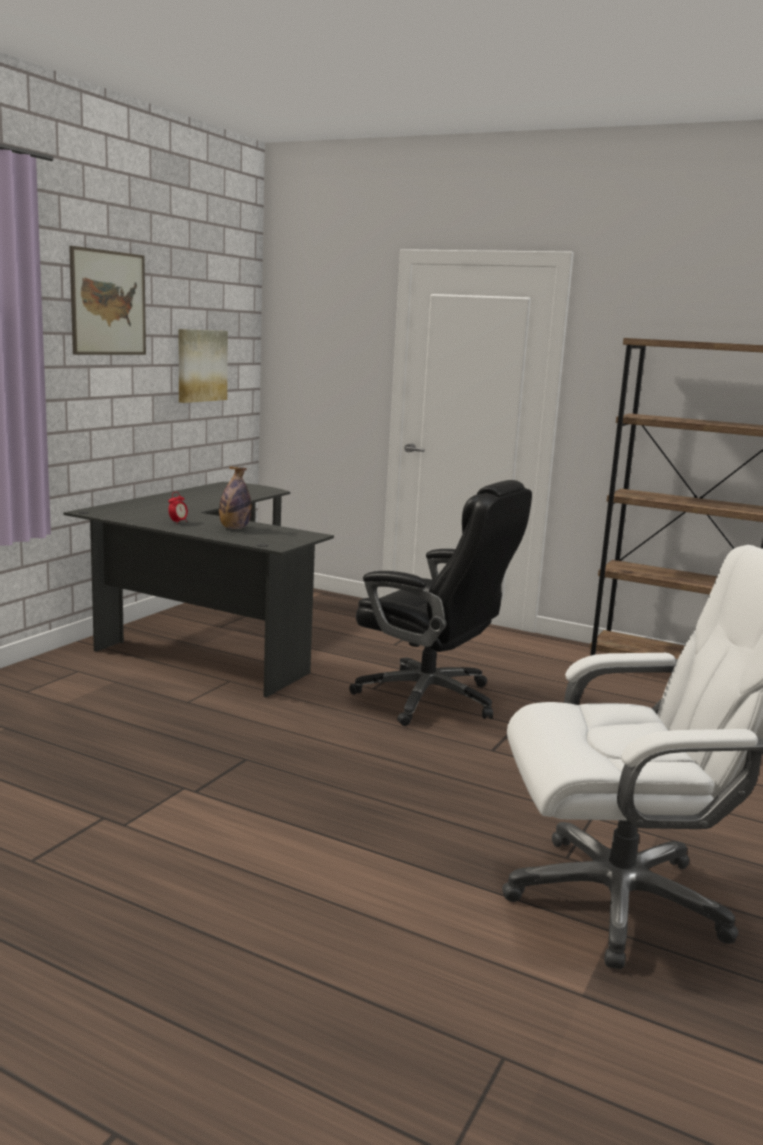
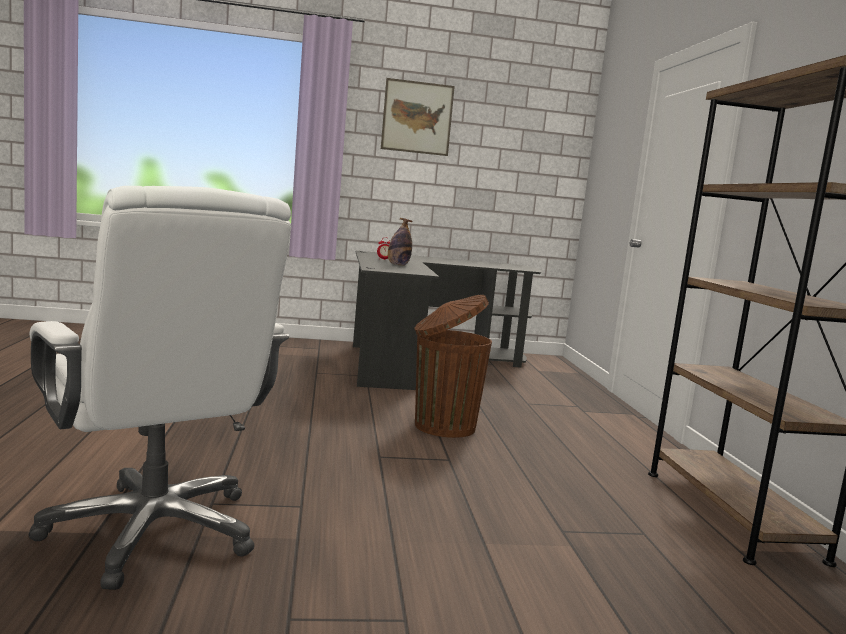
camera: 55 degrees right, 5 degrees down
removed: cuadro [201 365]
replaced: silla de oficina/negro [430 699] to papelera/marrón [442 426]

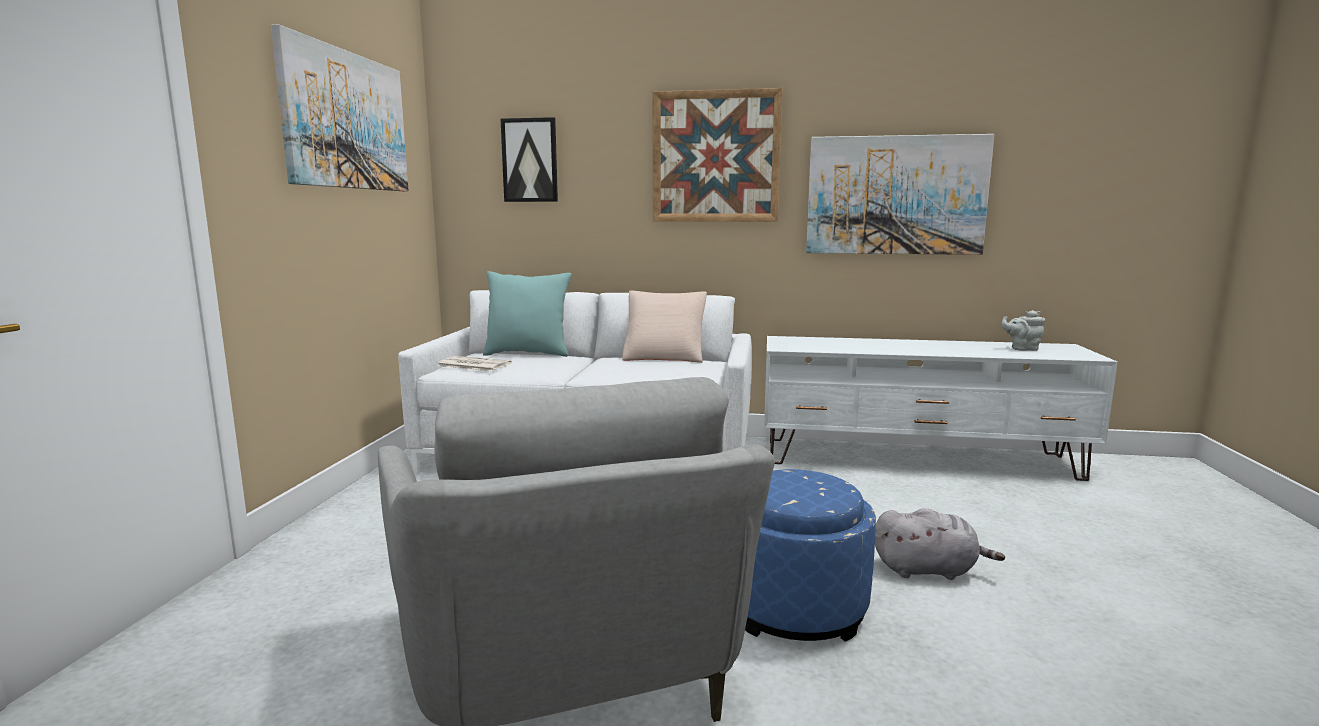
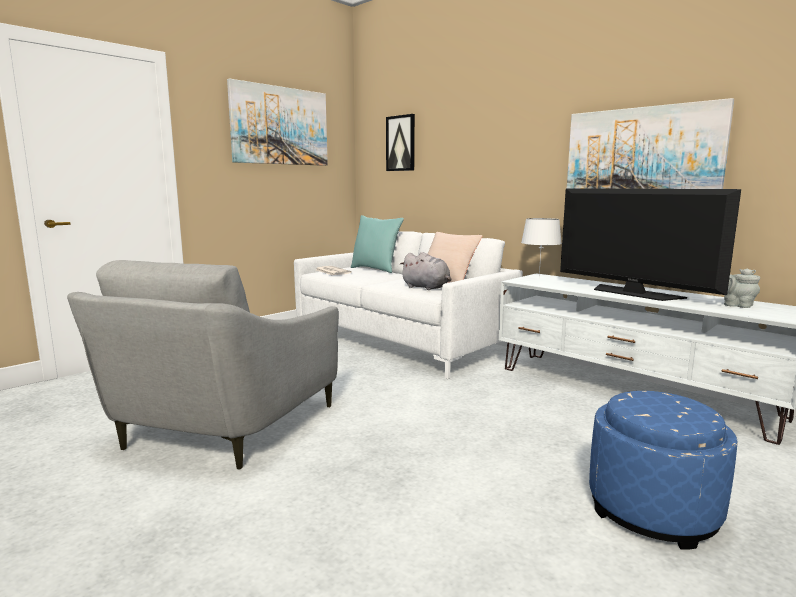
camera: 35 degrees right, 0 degrees up
removed: cuadro [715 157]
added: lámpara de mesa/blanco [539 278]; televisor [633 293]
moved: puf/azul [794 607] to [652 510]; peluche/gris [928 570] to [427 288]

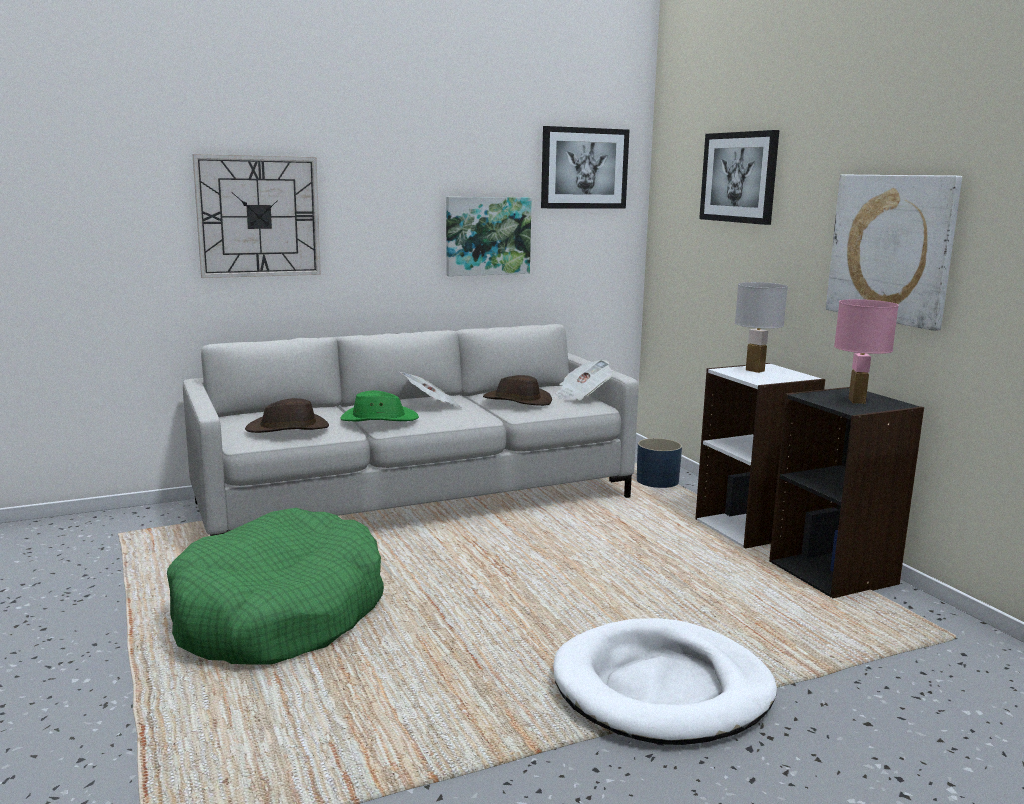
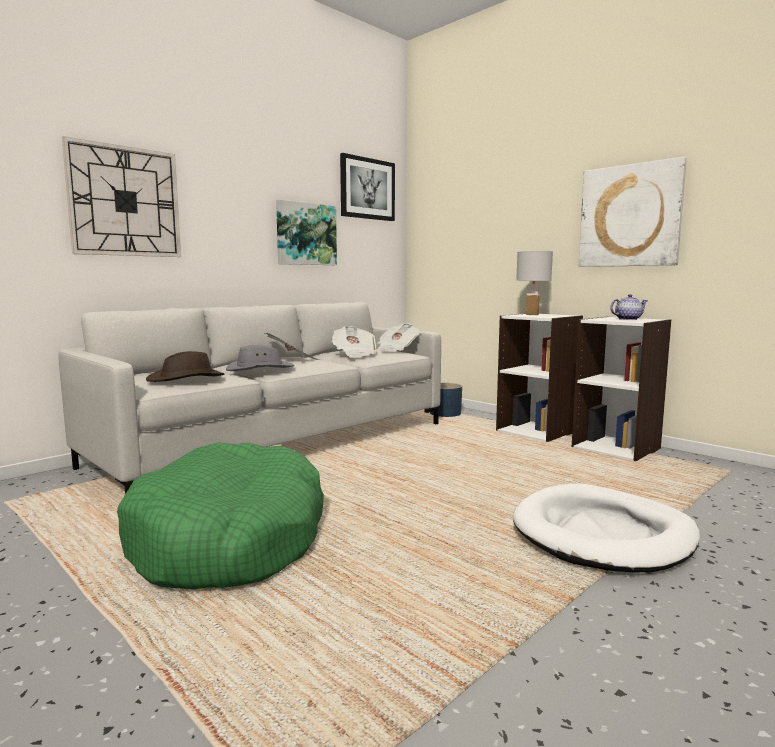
camera: 20 degrees left, 5 degrees down
removed: cuadro [739 177]
replaced: sombrero/marrón [517 401] to periódico [354 354]; lámpara de mesa/rosa [856 401] to tetera [627 319]
recoloured: sombrero/verde [379 419] to sombrero/gris [260 369]; estantería/negro [834 573] to estantería/blanco [616 448]

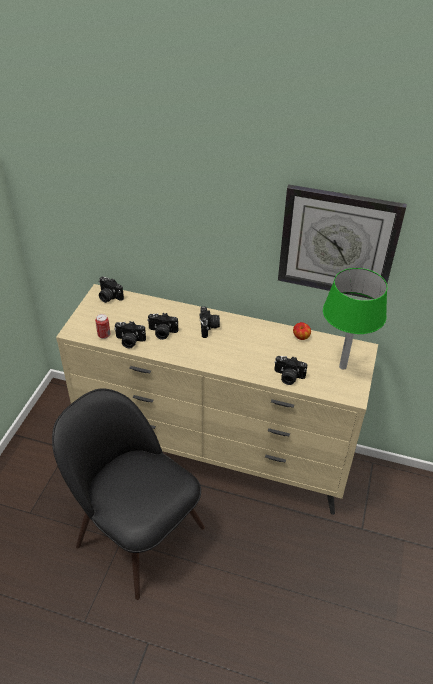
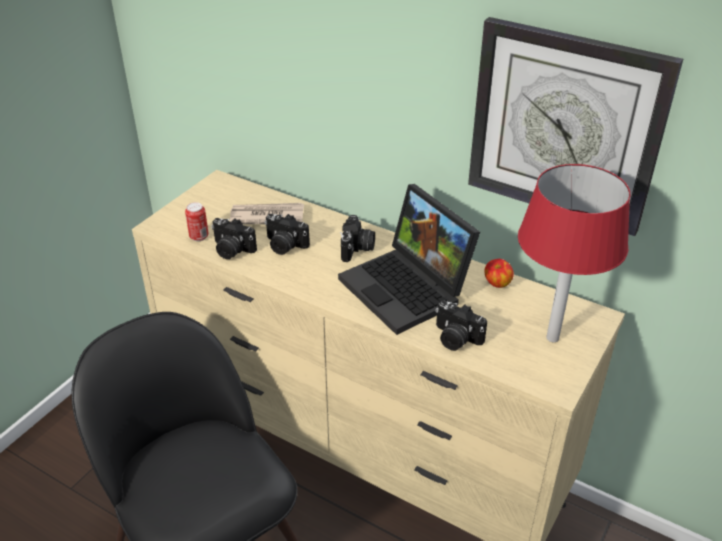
camera: 15 degrees right, 5 degrees down
removed: cámara [109 297]
added: periódico [266 216]; portátil [408 289]
recoloured: lámpara de mesa/verde [342 367] to lámpara de mesa/rojo [552 338]

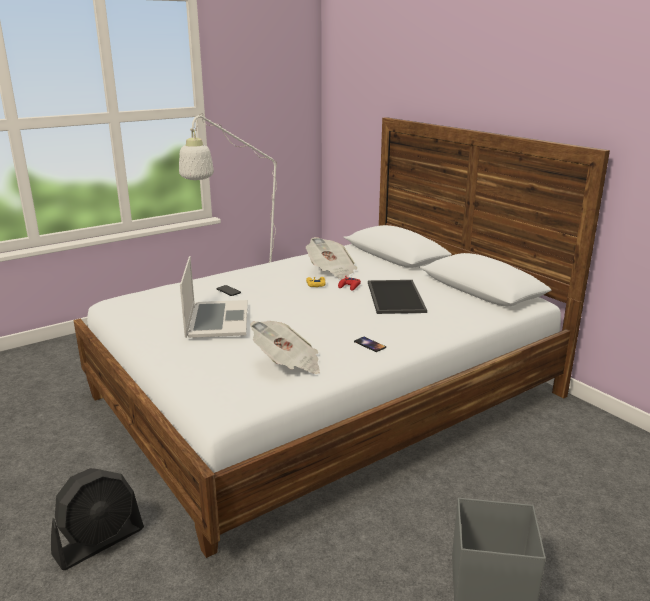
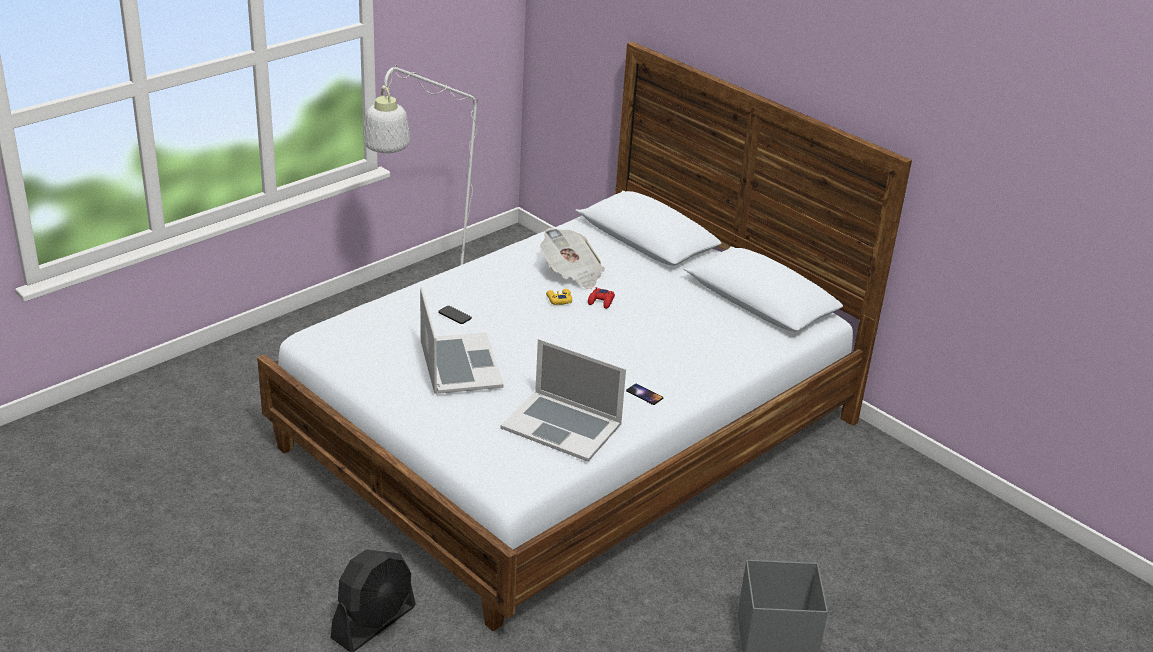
camera: 10 degrees left, 10 degrees up
removed: bandeja [394 296]
replaced: periódico [288 364] to portátil [562 425]

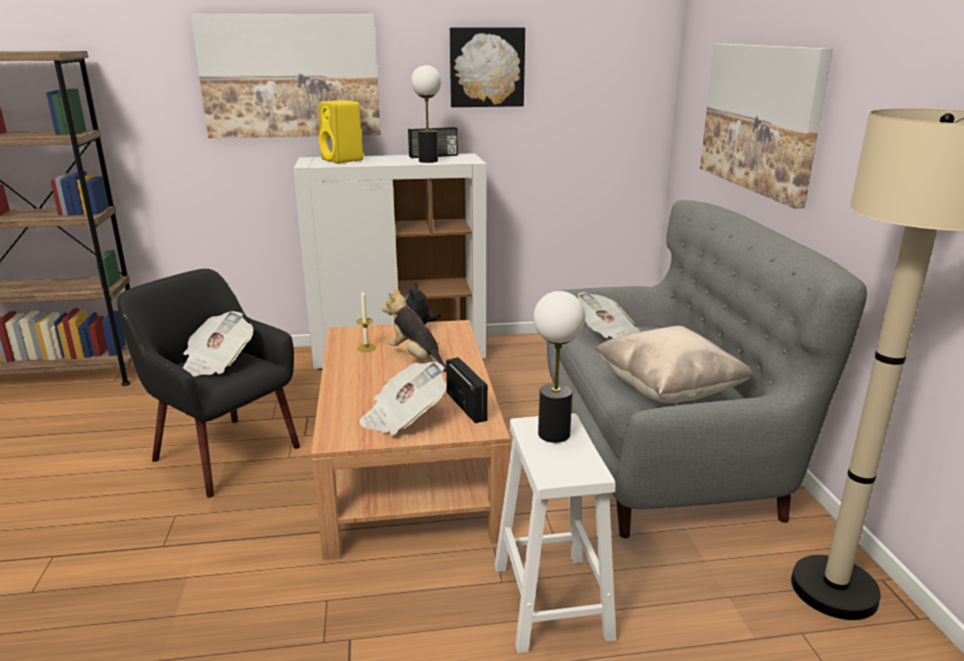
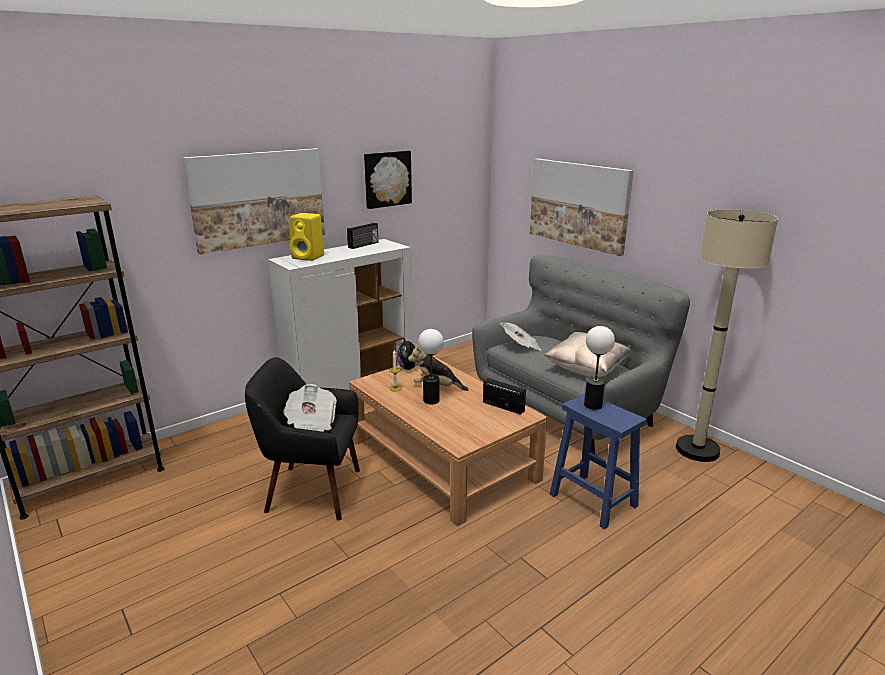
camera: 30 degrees left, 0 degrees up
removed: periódico [403 418]
moved: lámpara de mesa [428 161] to [431 400]
recoloured: taburete/blanco [552 602] to taburete/azul [594 501]

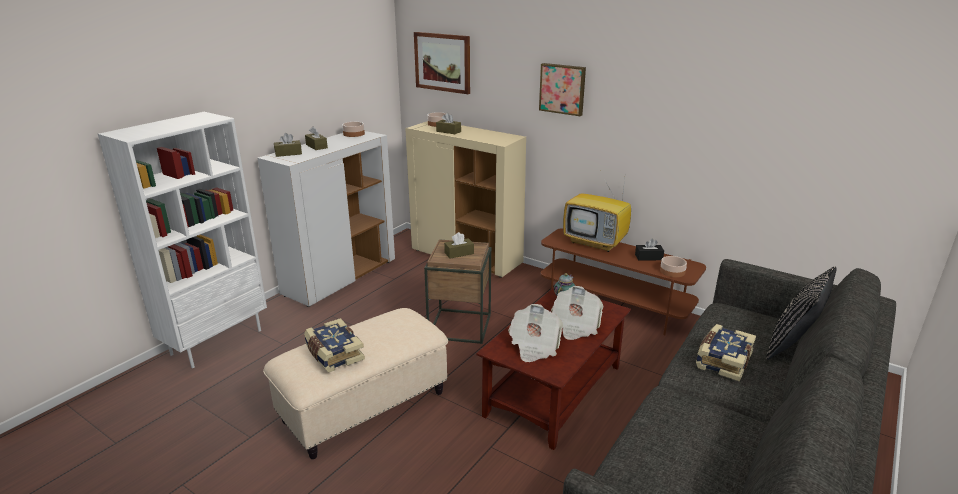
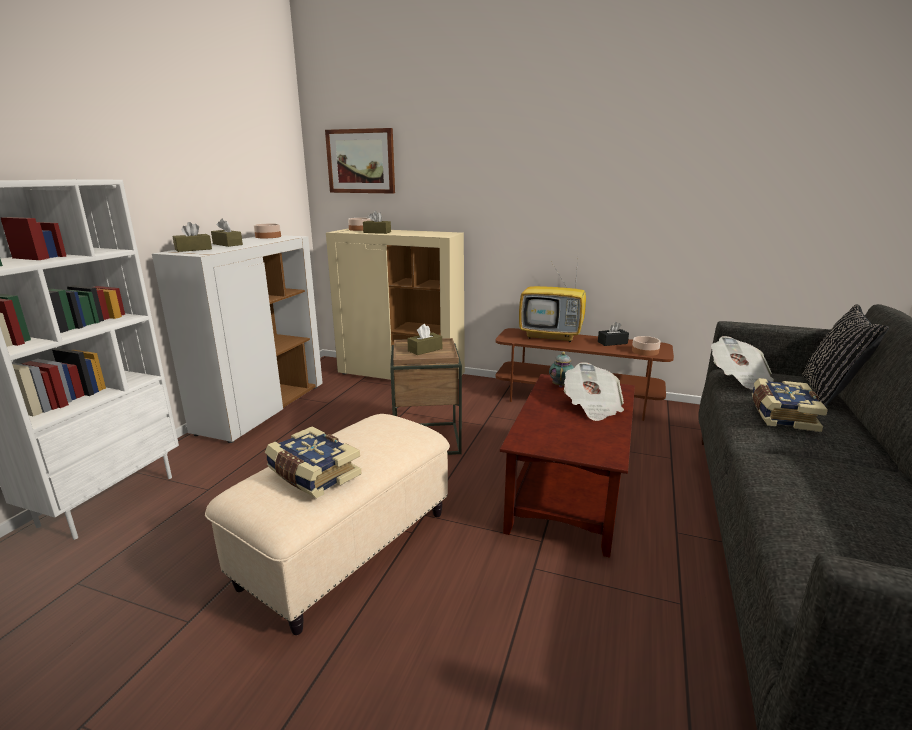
camera: 15 degrees left, 5 degrees down
removed: cuadro [563 89]
moved: periódico [534 346] to [738 378]

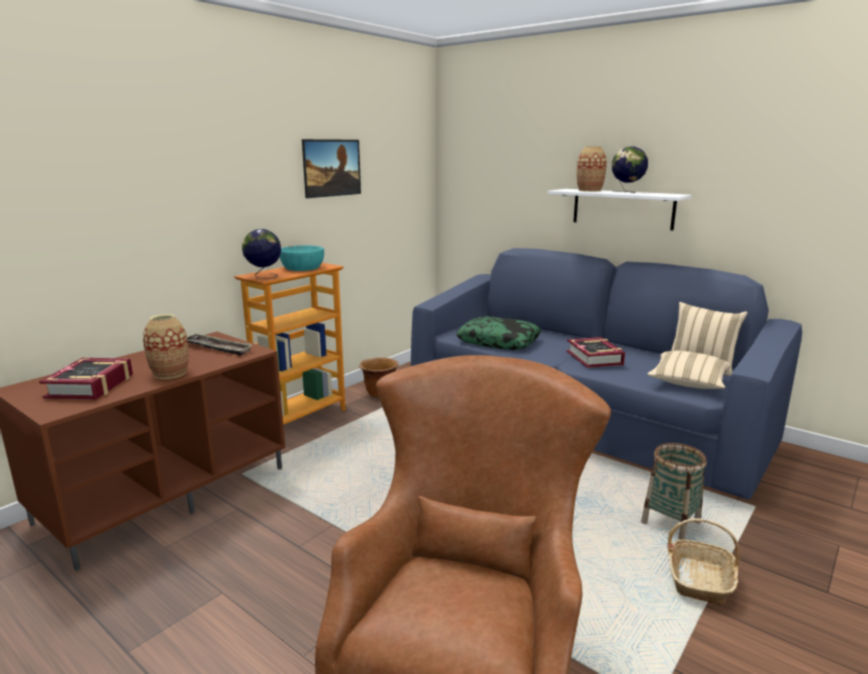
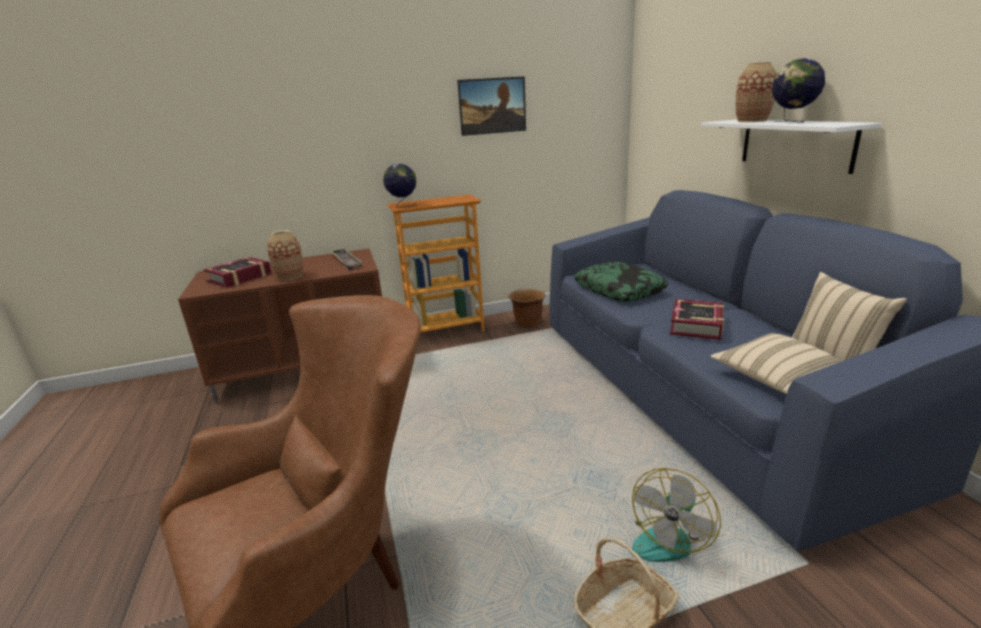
camera: 35 degrees right, 5 degrees up
removed: cuenco/turquesa [302 267]
replaced: cesta [670 523] to ventilador [667 537]

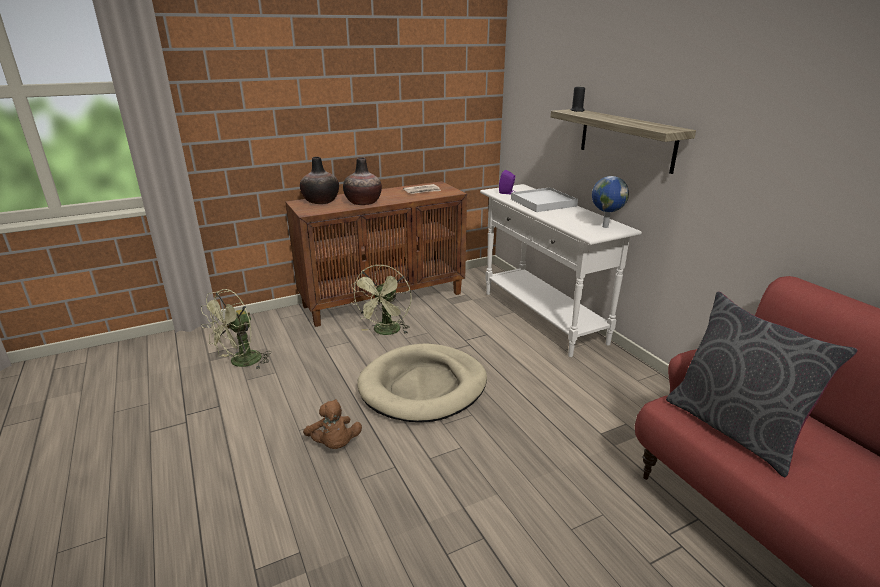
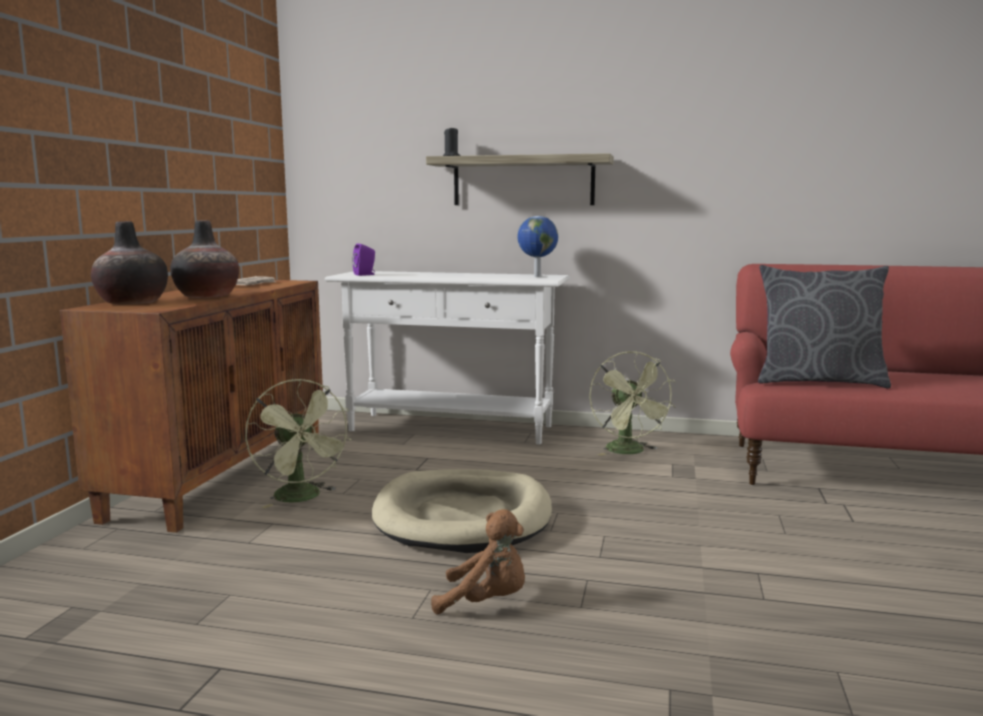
camera: 50 degrees left, 15 degrees down
removed: bandeja/blanco [543 202]
moved: ventilador/verde [240 363] to [630 452]

